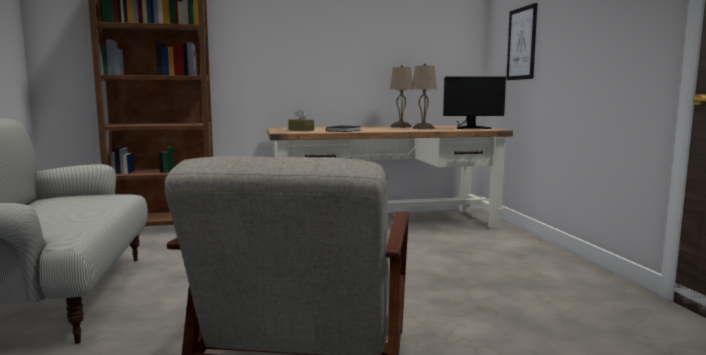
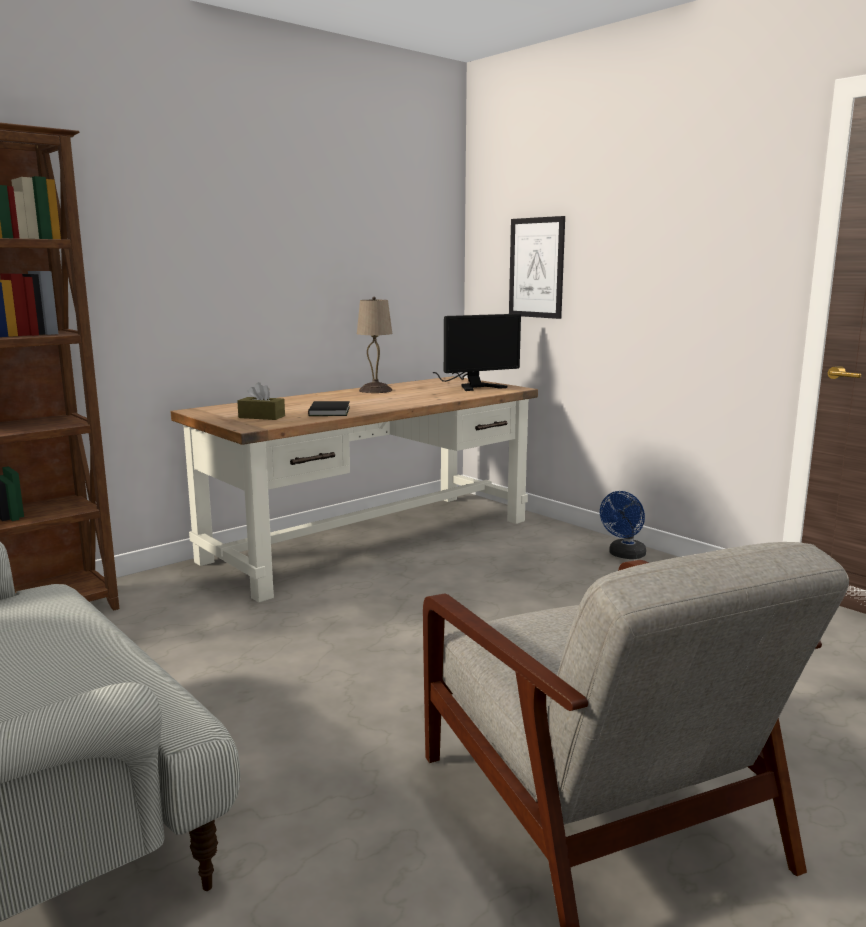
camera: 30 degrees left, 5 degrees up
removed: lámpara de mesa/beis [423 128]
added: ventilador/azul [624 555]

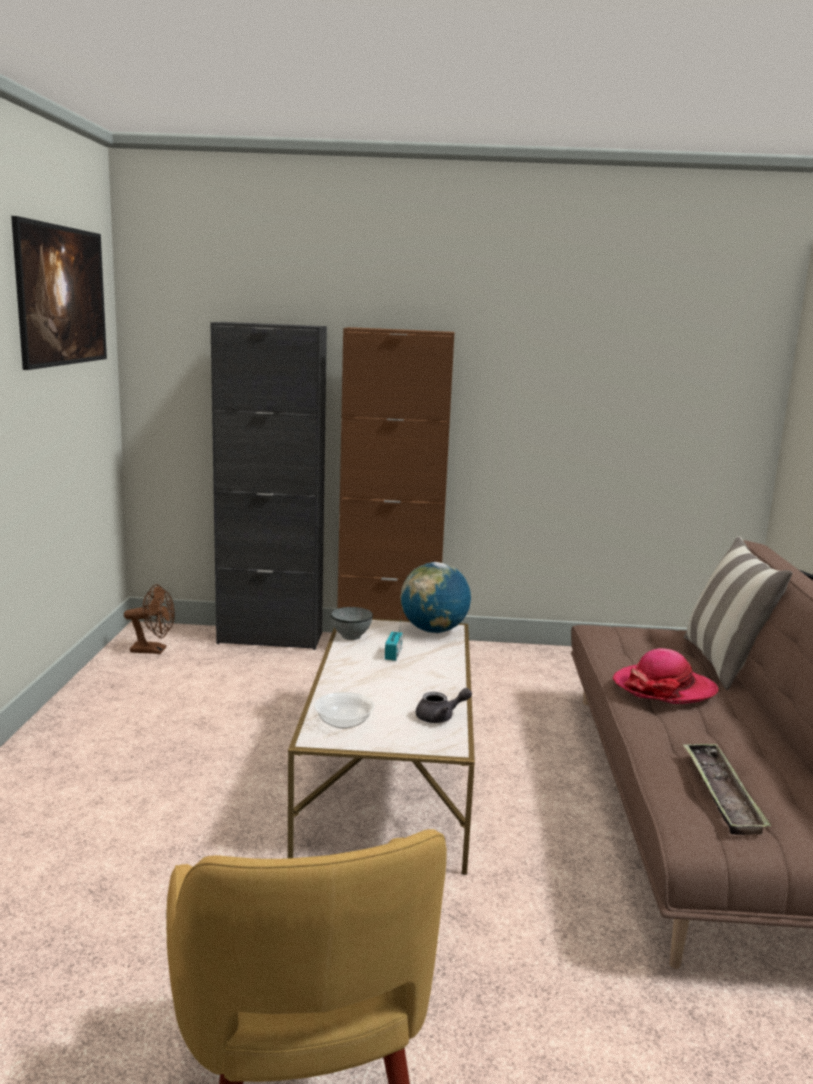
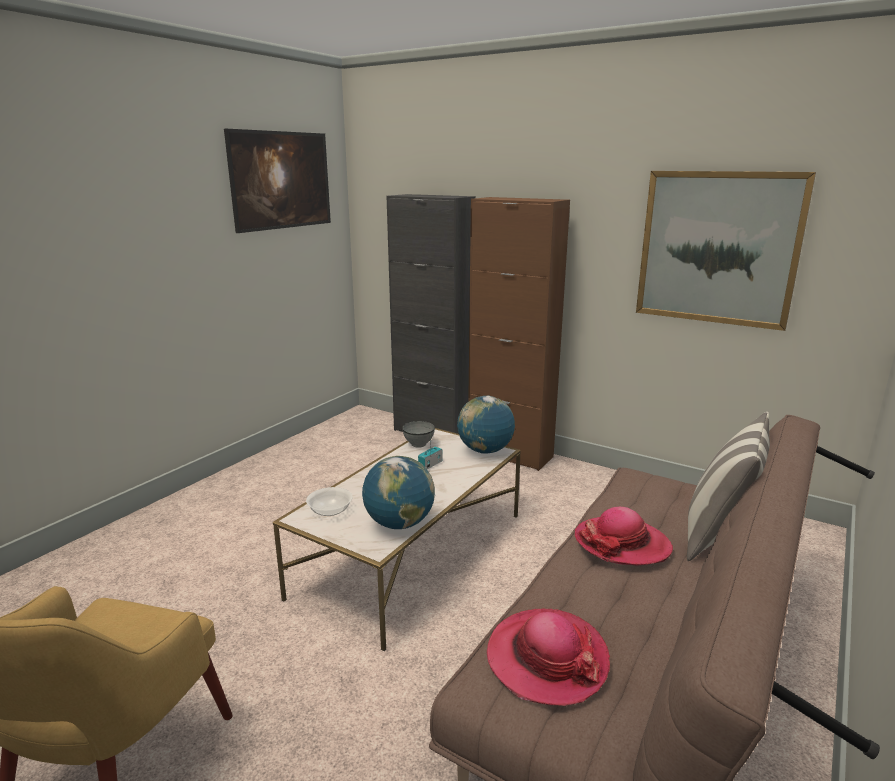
camera: 30 degrees right, 5 degrees up
removed: ventilador/marrón [154 650]
added: cuadro [718 248]
replaced: tetera/gris [440 717] to globo terráqueo [399 524]; bandeja [721 793] to sombrero [547 658]

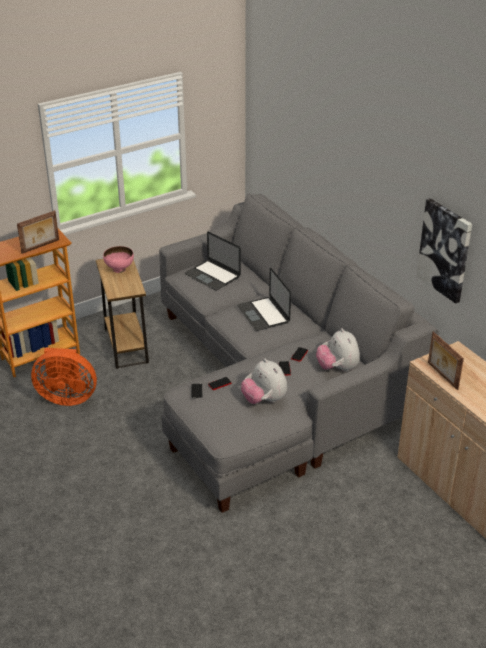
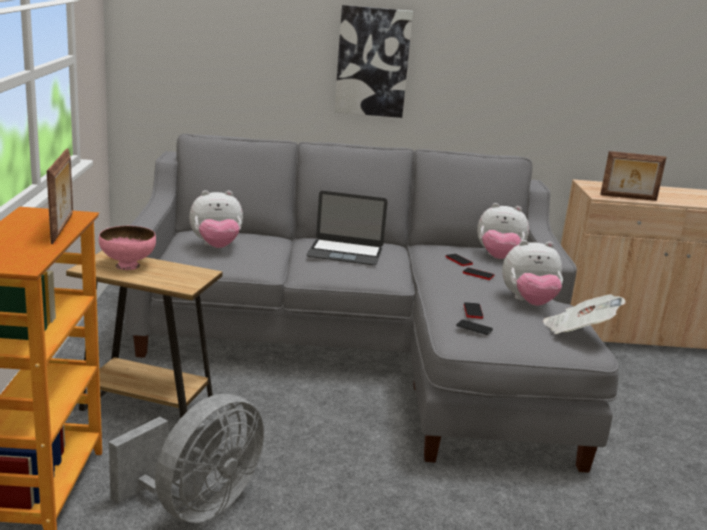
camera: 60 degrees left, 15 degrees down
added: periódico [578 331]
moved: cuadro [445 250] to [372 62]
replaced: portátil [212 275] to peluche [216 247]
recoloured: ventilador/naranja [67 397] to ventilador/gris [195 506]

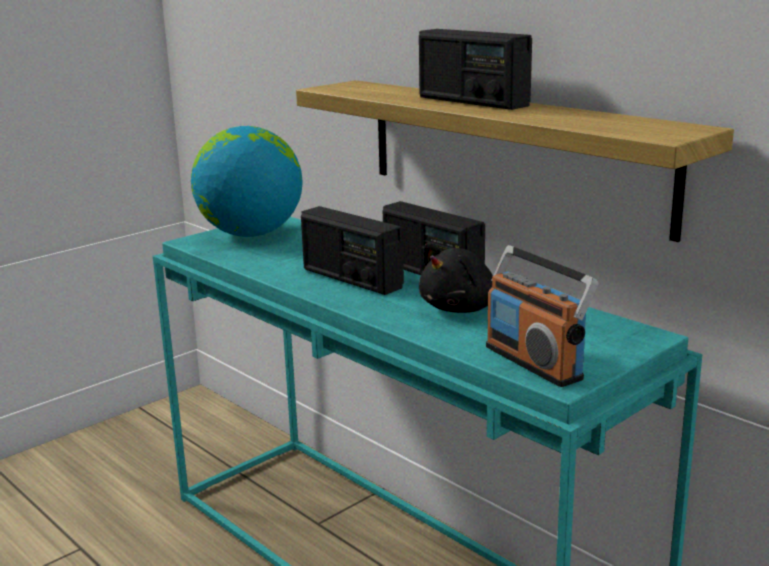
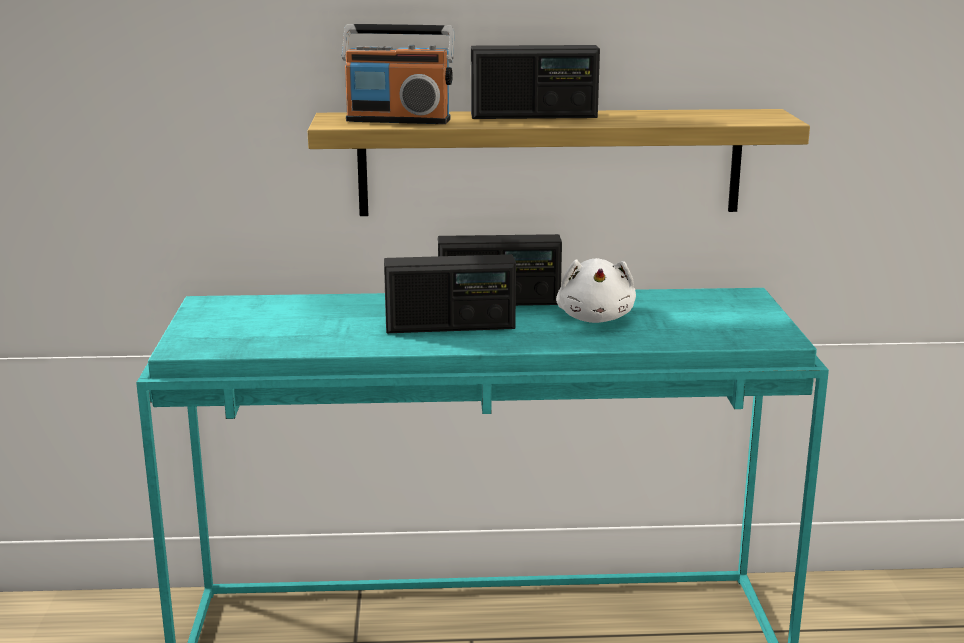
camera: 50 degrees left, 0 degrees up
removed: globo terráqueo [251 234]
moved: radio [534 362] to [398 120]
recoloured: peluche/negro [461 308] to peluche/blanco [595 318]

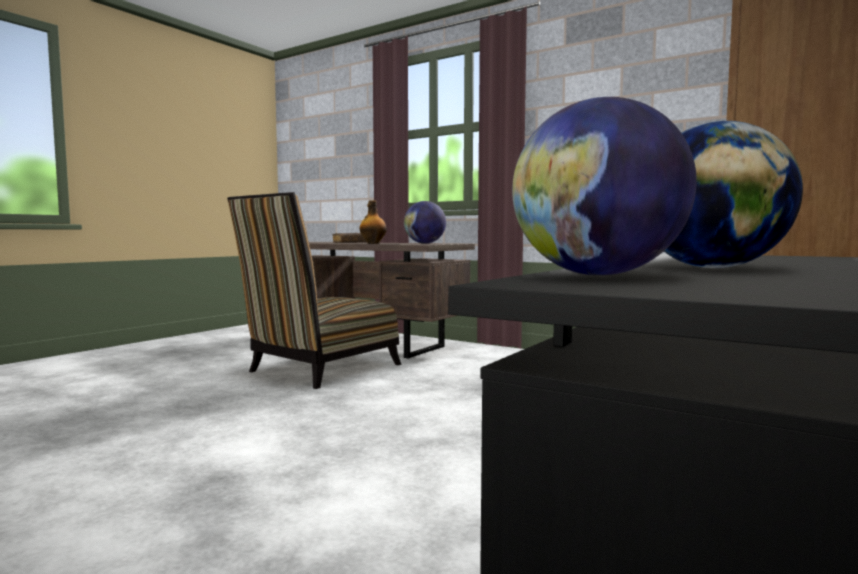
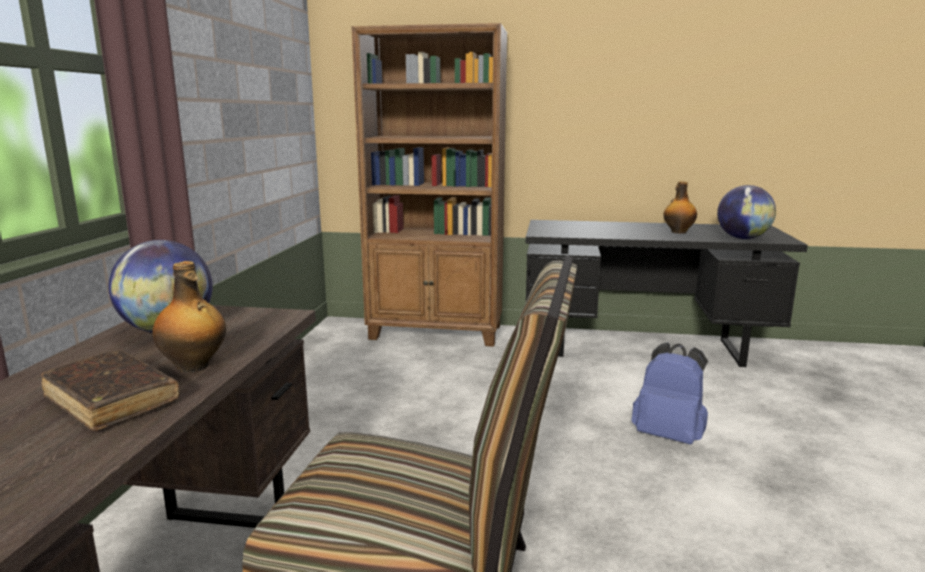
camera: 115 degrees left, 10 degrees up
added: mochila/azul [669 436]
replaced: globo terráqueo [712 268] to botella [678 232]

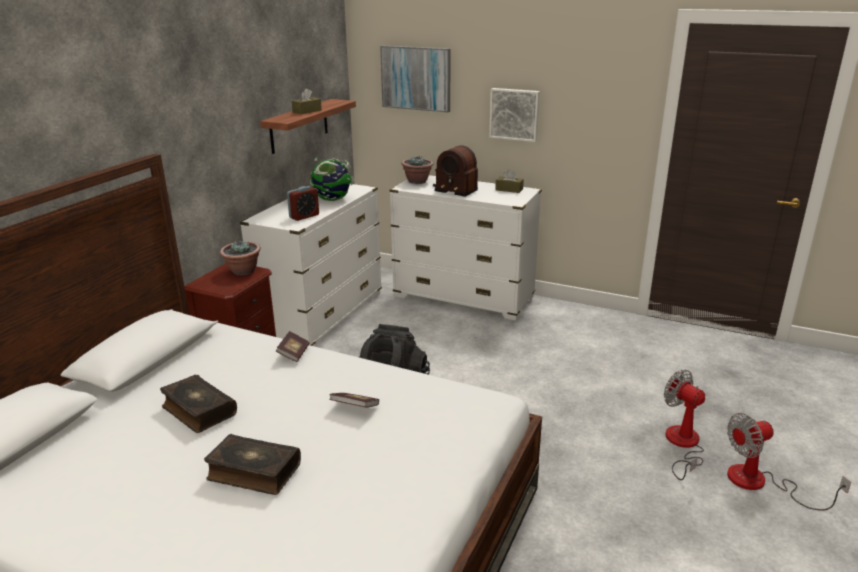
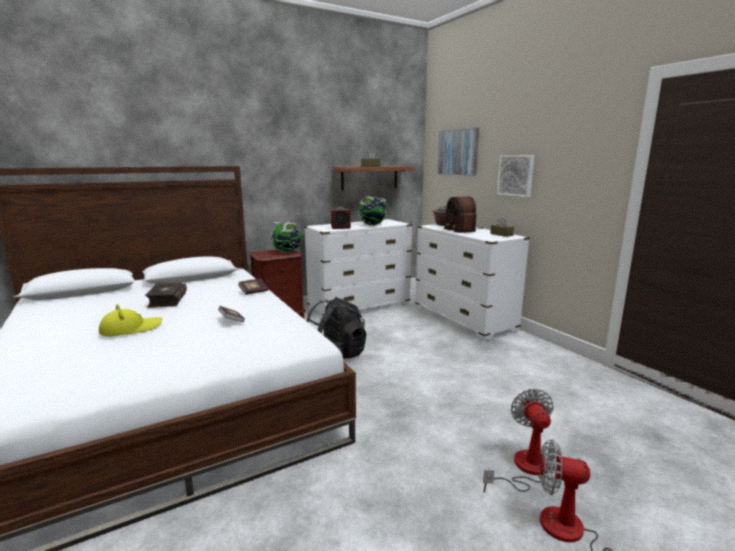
camera: 35 degrees right, 10 degrees down
replaced: libro [253 472] to sombrero/amarillo [131 329]; planta en maceta [243 271] to globo terráqueo [287 252]

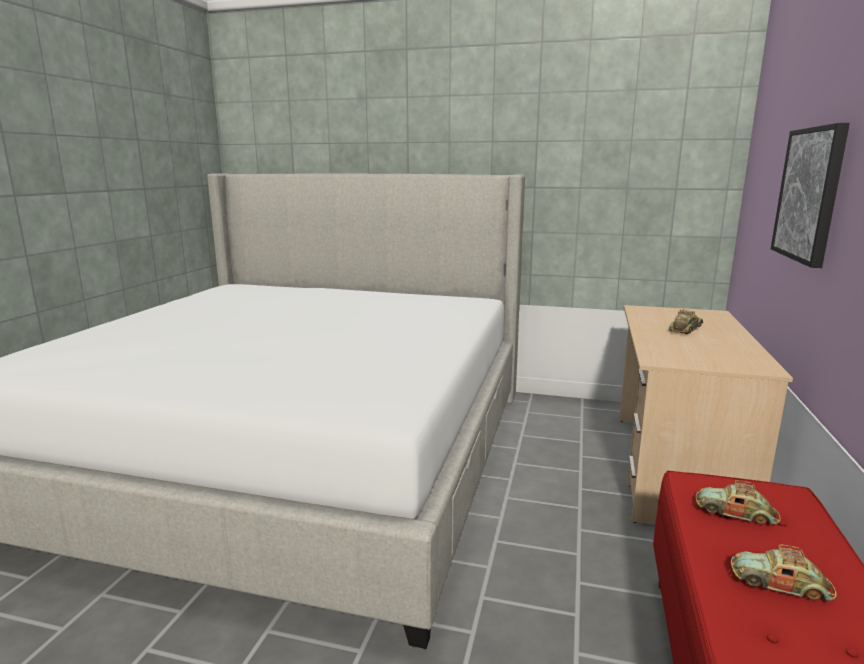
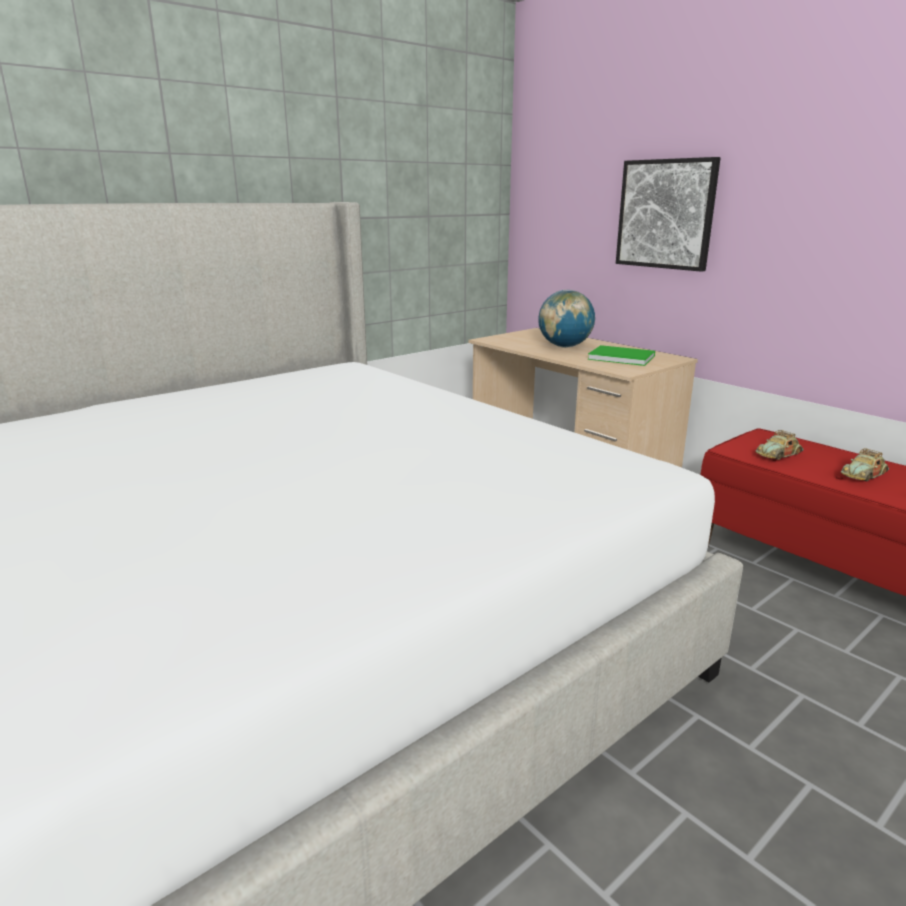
camera: 55 degrees left, 5 degrees up
added: libro/verde [620 357]
replaced: coche de juguete [685 329] to globo terráqueo [564 346]

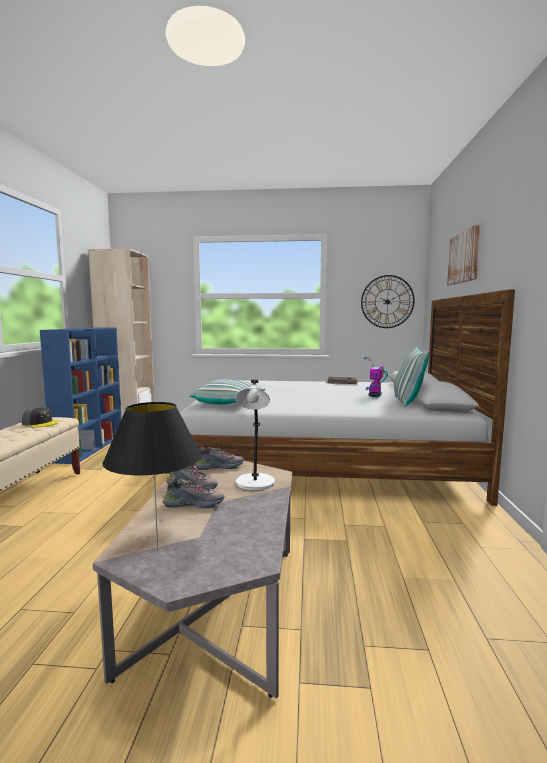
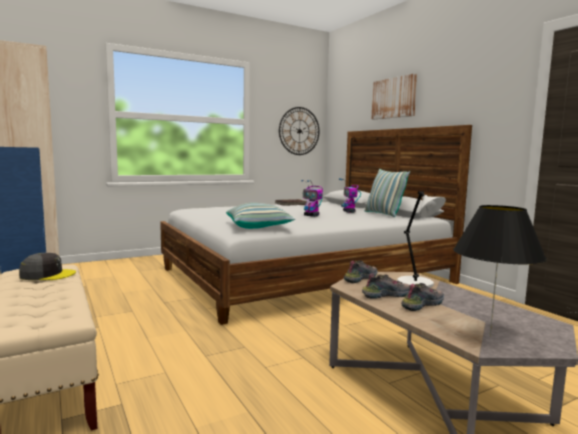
camera: 35 degrees left, 0 degrees up
added: robot de juguete [311 216]

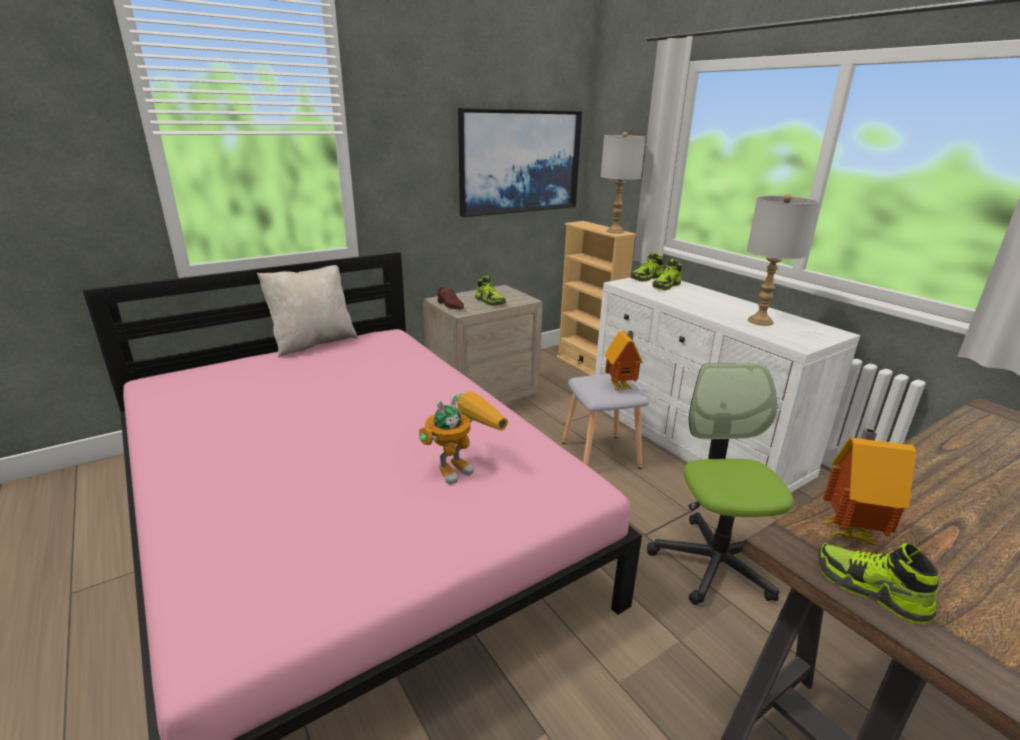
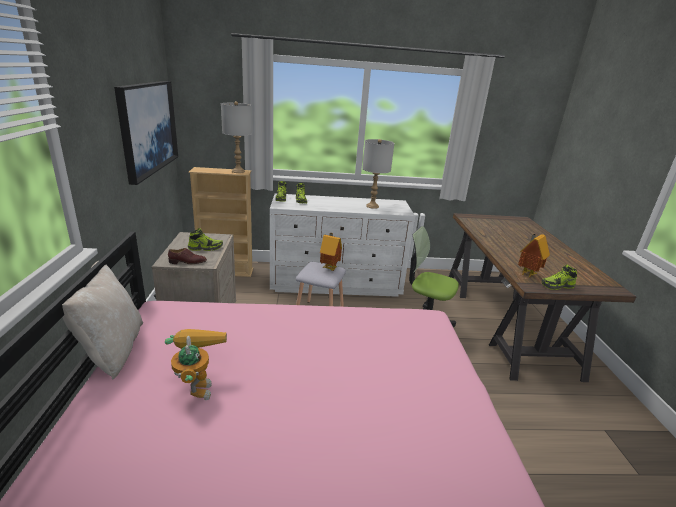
camera: 60 degrees left, 0 degrees up
moved: robot de juguete [462 465] to [196 384]

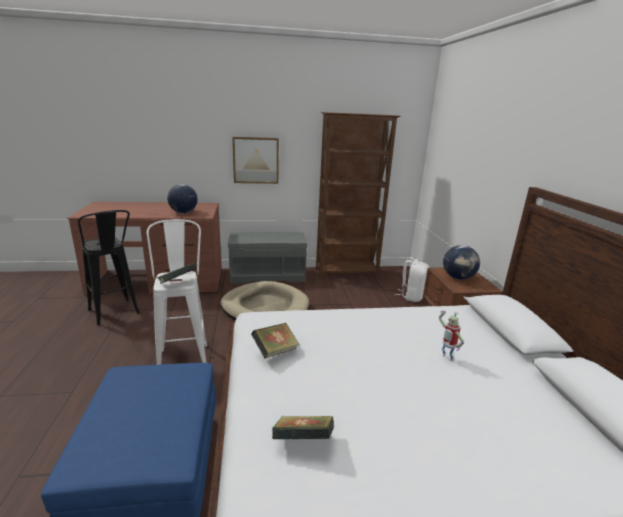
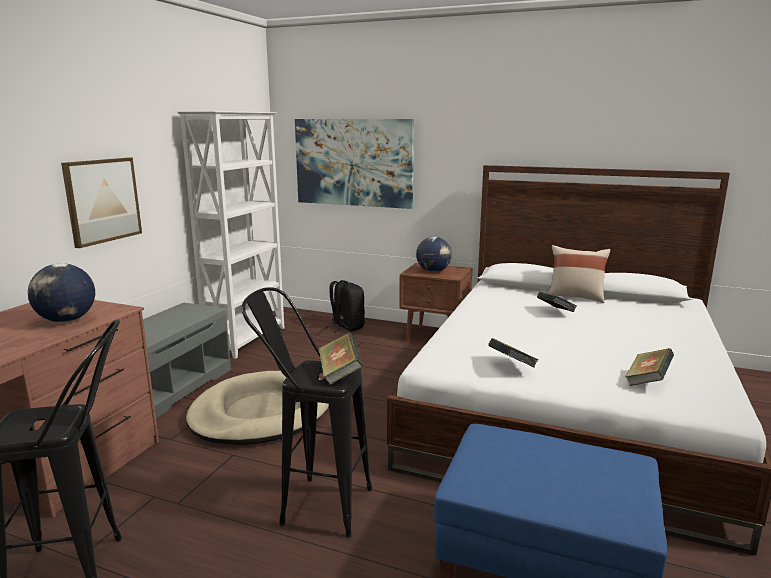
camera: 60 degrees left, 5 degrees down
added: cuadro [353 162]; cojín/beis [575 297]
replaced: robot de juguete [446 358] to libro [555 313]
recoloured: taburete/blanco [184 354] to taburete/negro [313 504]; estantería/marrón [347 273] to estantería/blanco [247 339]; mochila/blanco [411 296] to mochila/negro [346 327]

